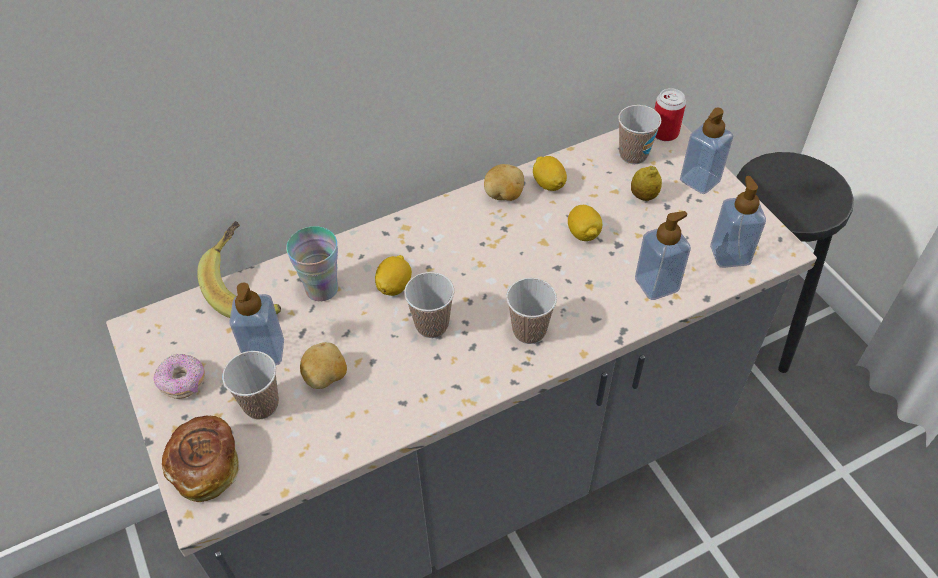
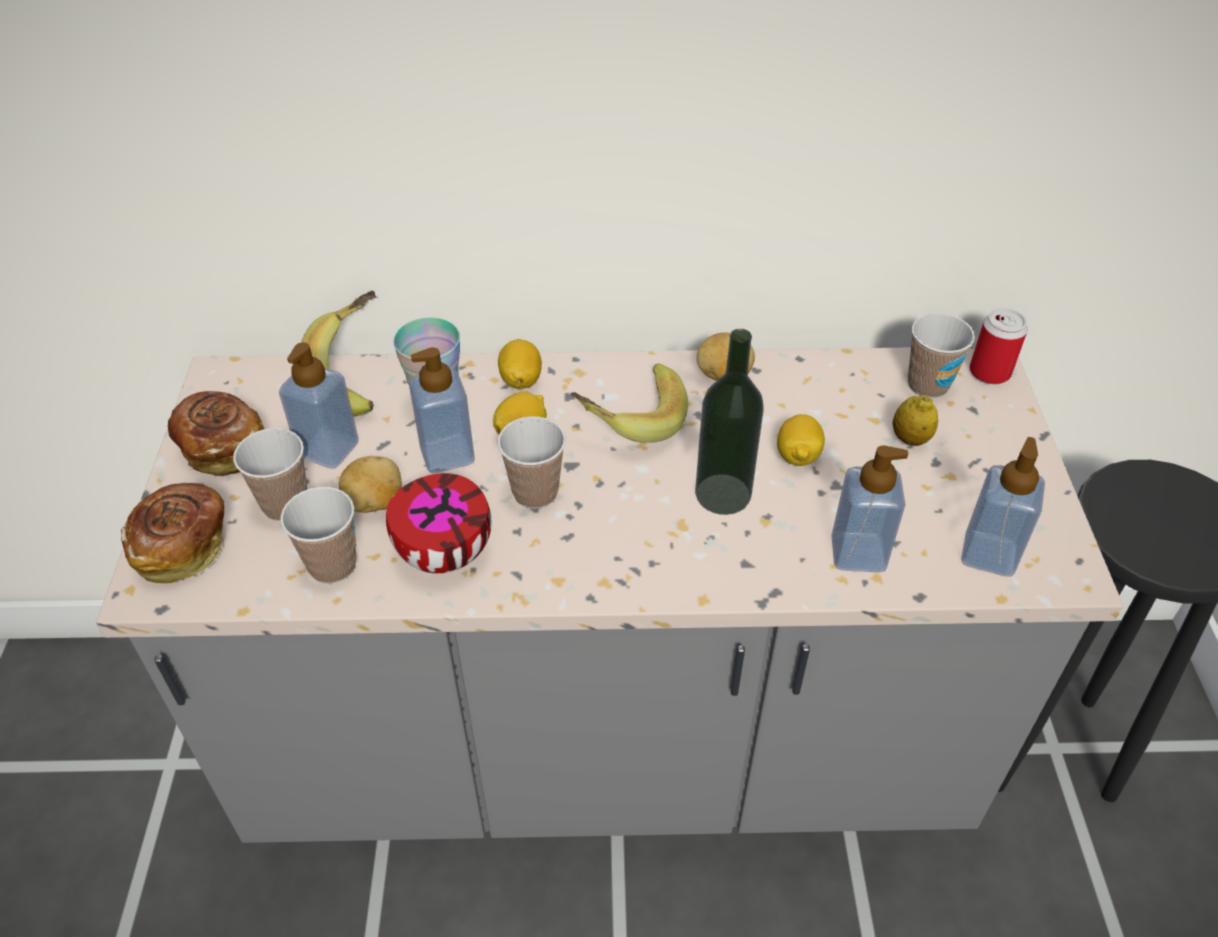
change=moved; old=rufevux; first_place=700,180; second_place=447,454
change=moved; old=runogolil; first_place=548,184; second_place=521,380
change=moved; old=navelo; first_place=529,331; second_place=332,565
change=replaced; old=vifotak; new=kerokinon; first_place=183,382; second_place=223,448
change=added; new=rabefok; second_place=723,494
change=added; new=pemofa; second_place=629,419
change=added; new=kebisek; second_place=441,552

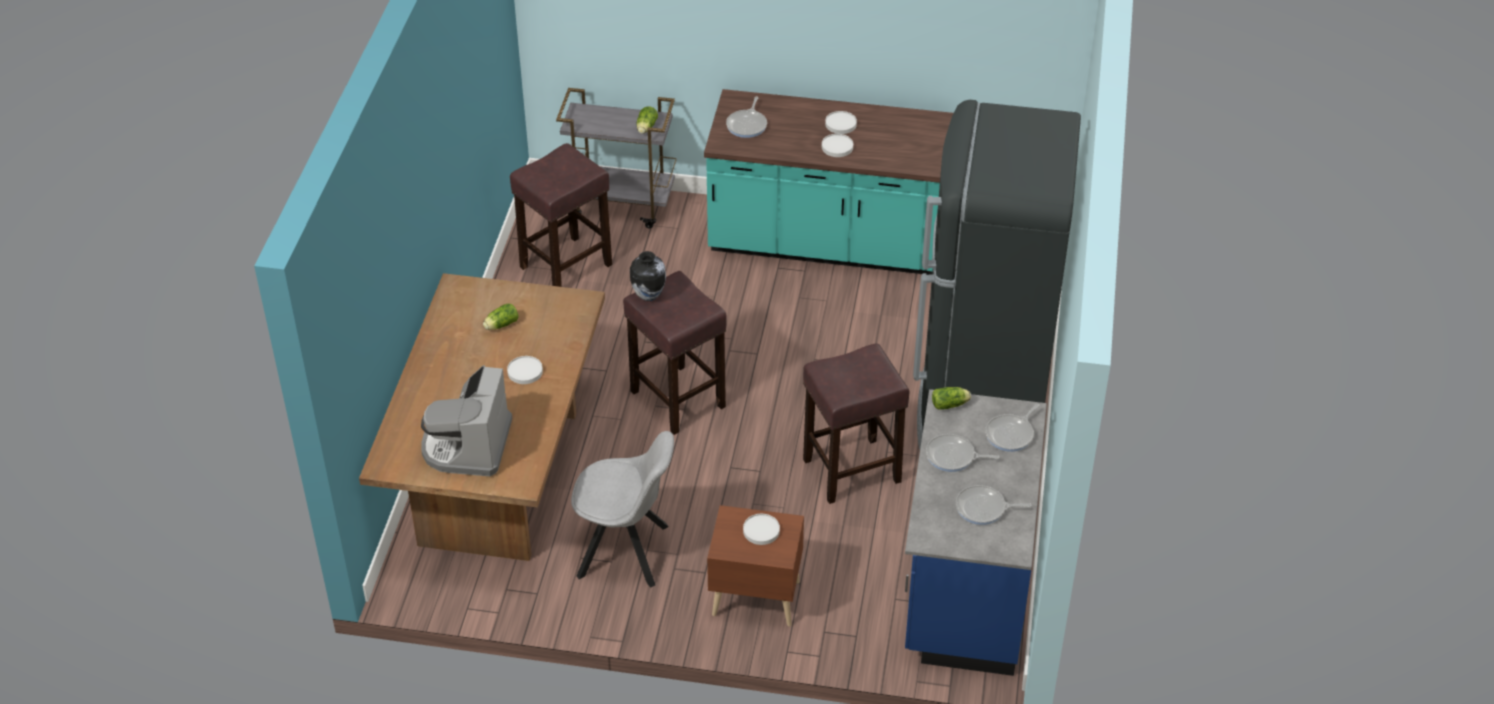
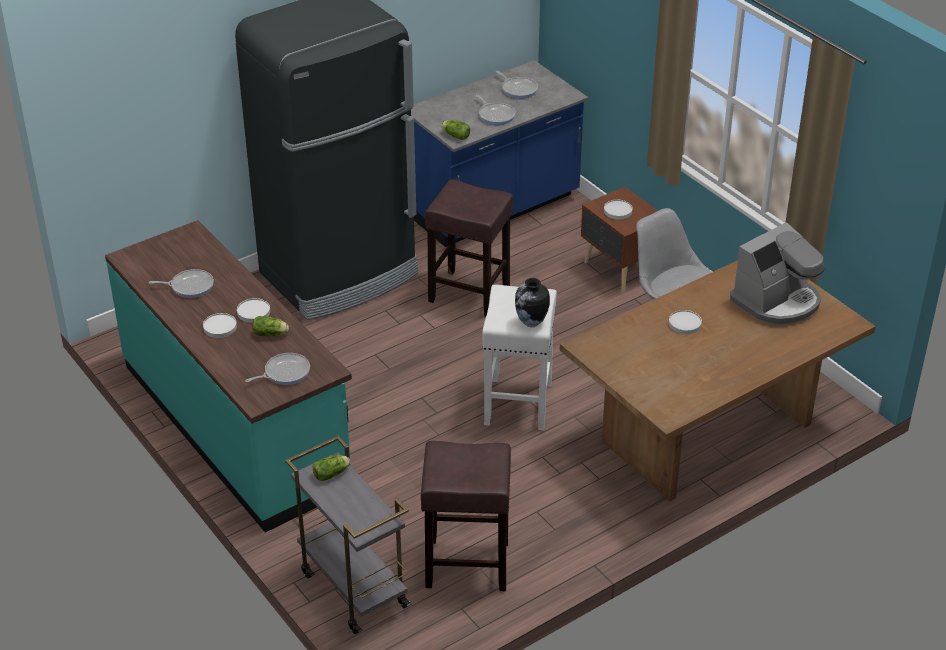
change=recoloured; old=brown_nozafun; new=white_nozafun; first_place=676,398; second_place=518,405
change=moved; old=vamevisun; first_place=500,325; second_place=271,334
change=moved; old=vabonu; first_place=1011,434; second_place=189,286

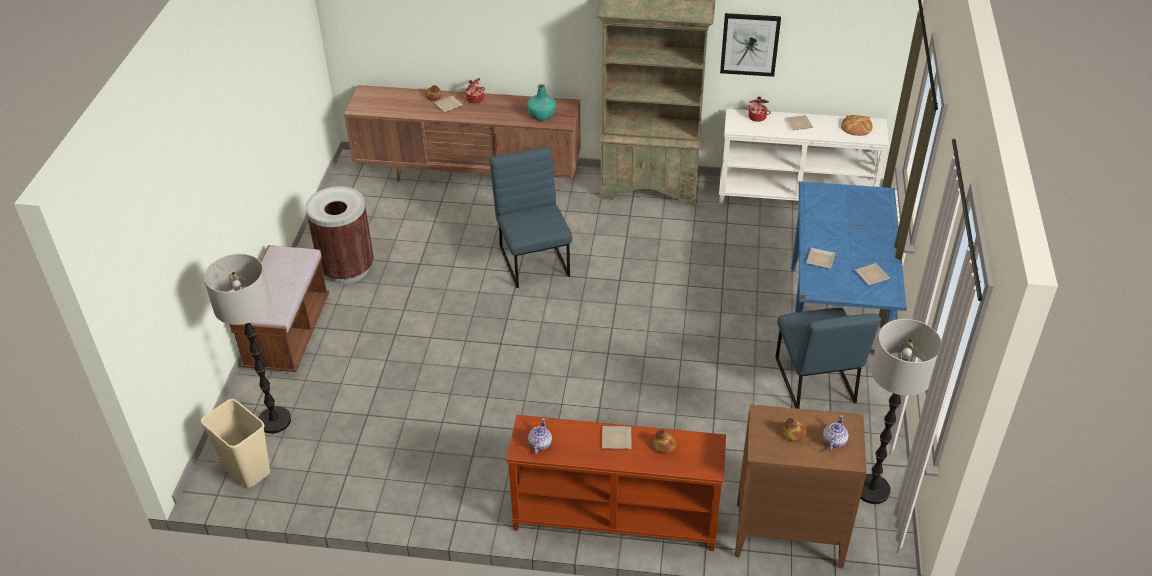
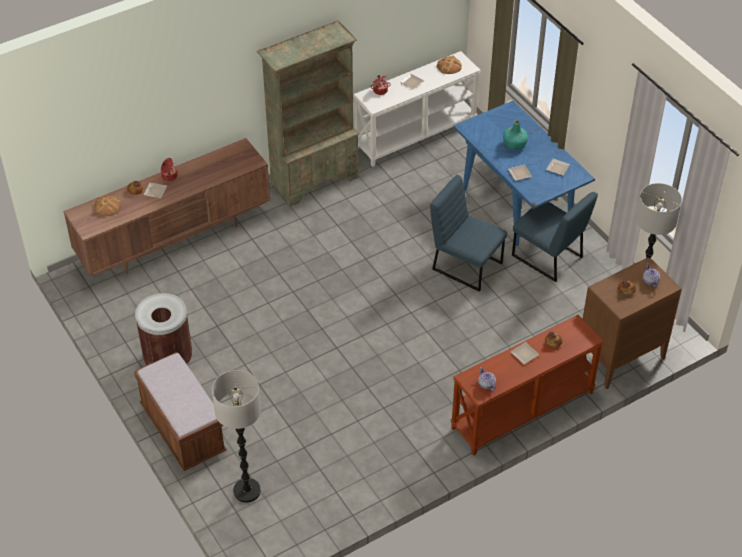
change=removed; old=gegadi; first_place=749,44
change=moved; old=turquoise_rabefok; first_place=542,115; second_place=515,144
change=moved; old=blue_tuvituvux; first_place=534,259; second_place=465,265
change=removed; old=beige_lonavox; first_place=248,470
change=added; new=kerokinon; second_place=107,206

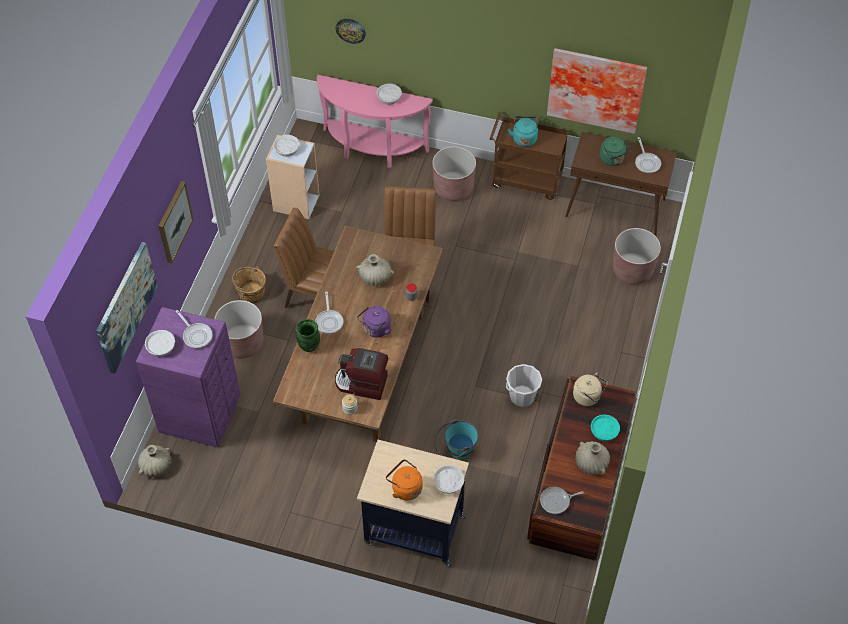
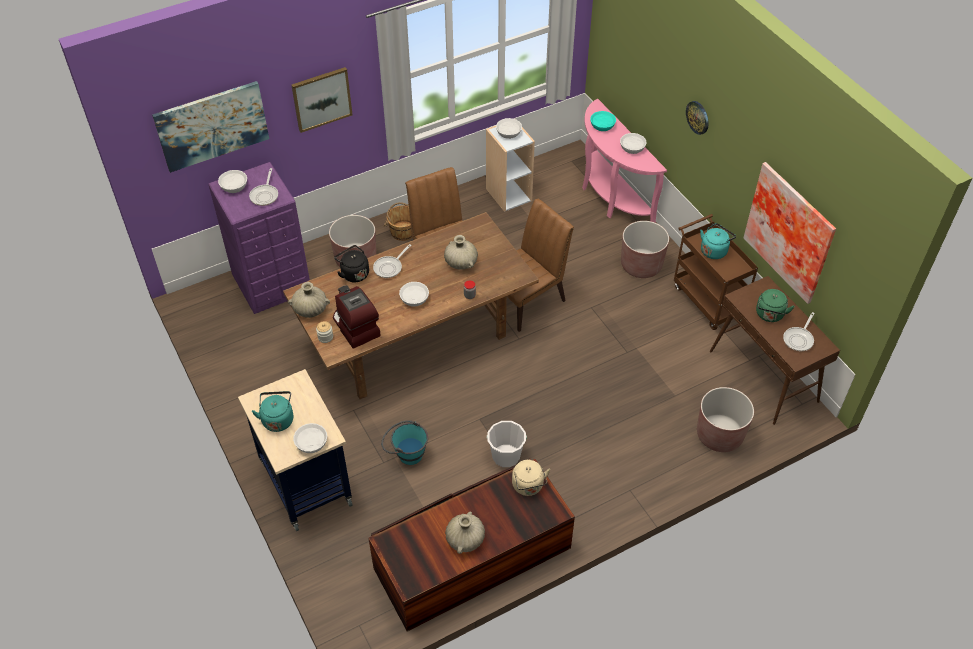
change=moved; old=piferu; first_place=350,30; second_place=698,117
change=replaced; old=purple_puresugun; new=white_kebisek; first_place=375,329; second_place=414,298
change=replaced; old=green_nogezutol; new=black_puresugun; first_place=309,346; second_place=353,273
change=moved; old=turquoise_kebisek; first_place=604,431; second_place=602,125
change=moved; old=beige_nogezutol; first_place=156,466; second_place=310,309
change=recoloured; old=orange_puresugun; new=turquoise_puresugun; first_place=405,488; second_place=277,419
change=removed; old=vabonu; first_place=556,501

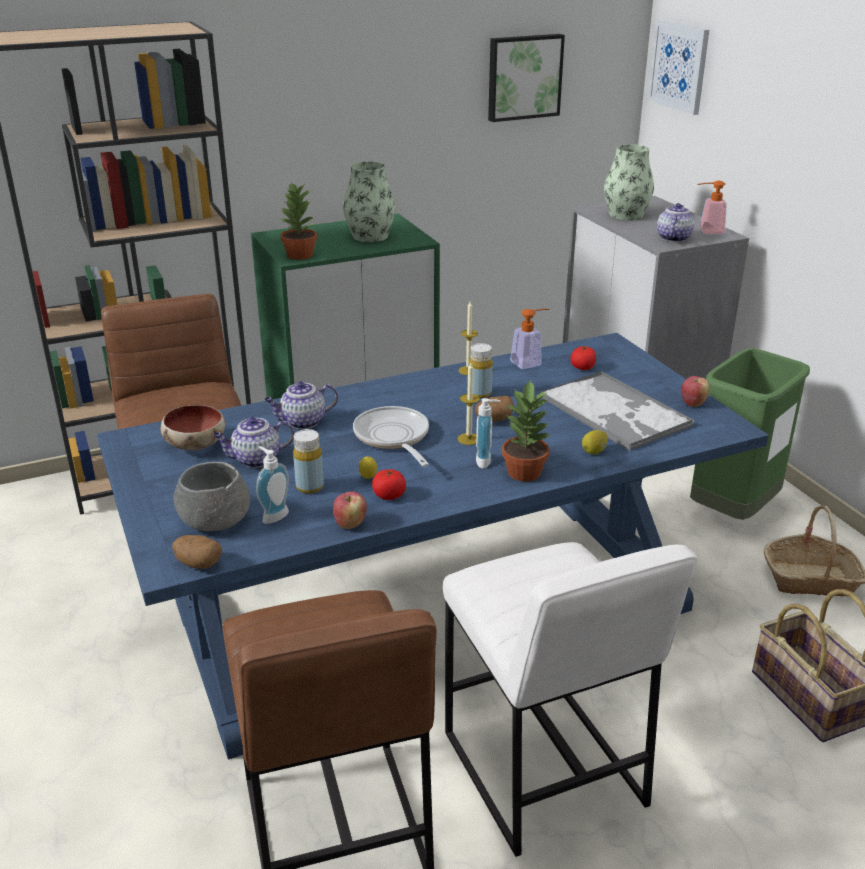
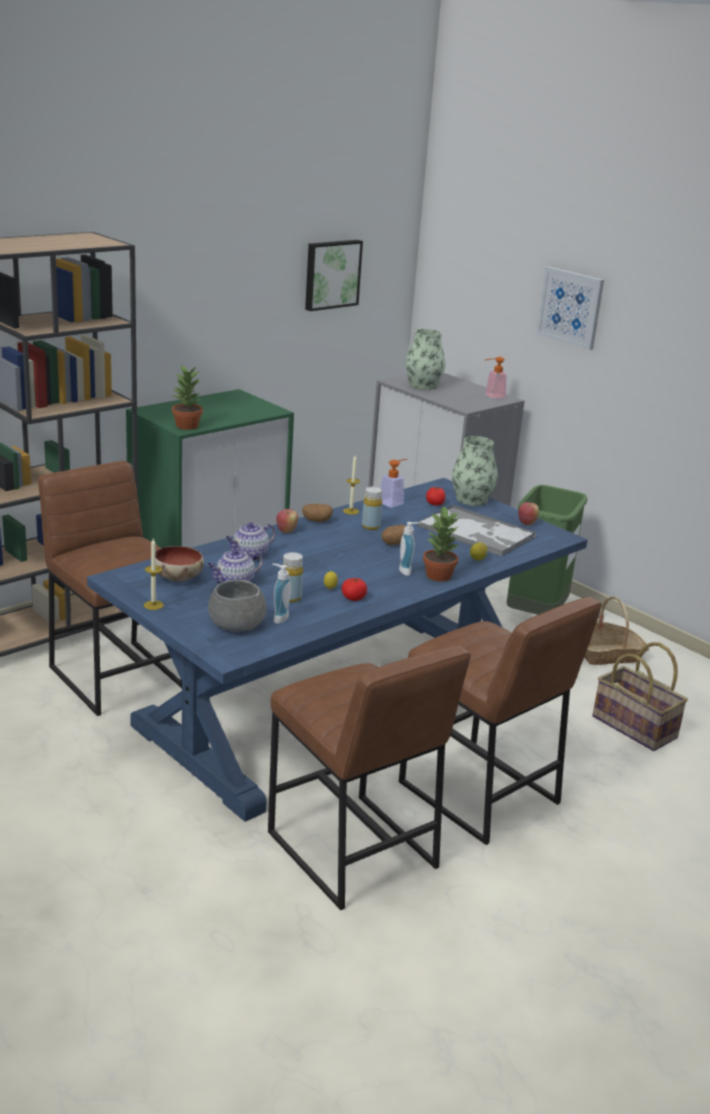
change=moved; old=gegadi; first_place=679,66; second_place=570,307
change=moved; old=nogezutol; first_place=370,236; second_place=471,499
change=removed; old=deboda; first_place=673,238
change=moved; old=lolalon; first_place=469,439; second_place=153,605
change=removed; old=vabonu; first_place=393,438
change=moved; old=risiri; first_place=350,524; second_place=286,530
change=moved; old=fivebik; first_place=198,564; second_place=316,521
change=recoloured; old=white_tuvituvux; new=brown_tuvituvux; first_place=545,770; second_place=480,794

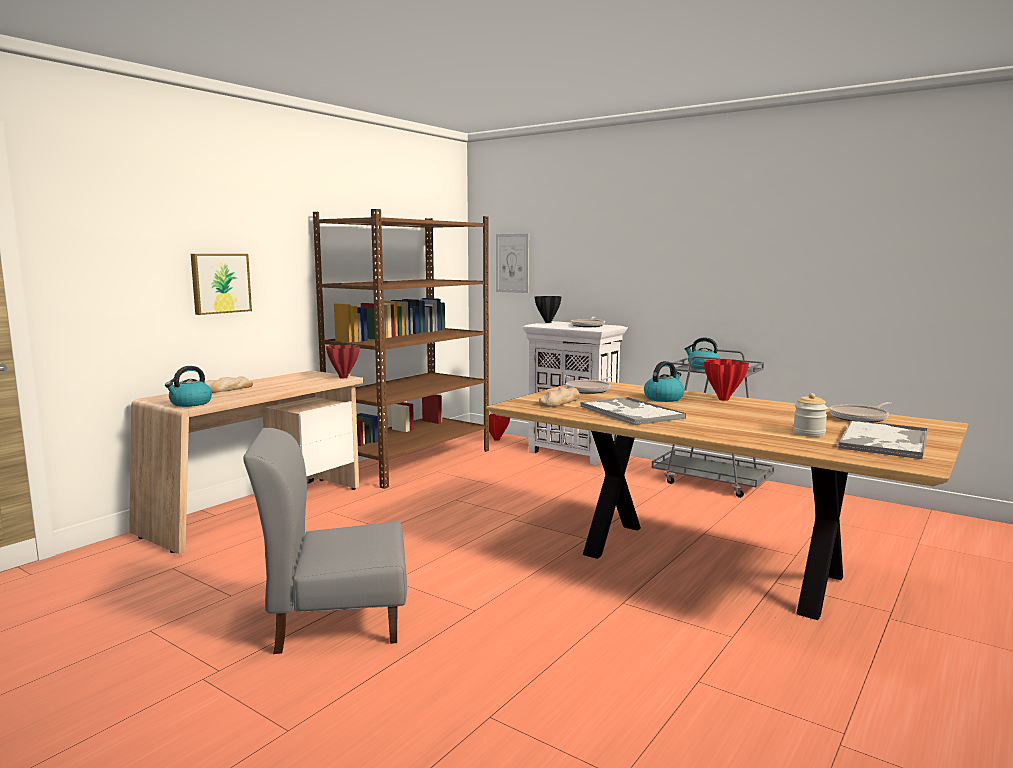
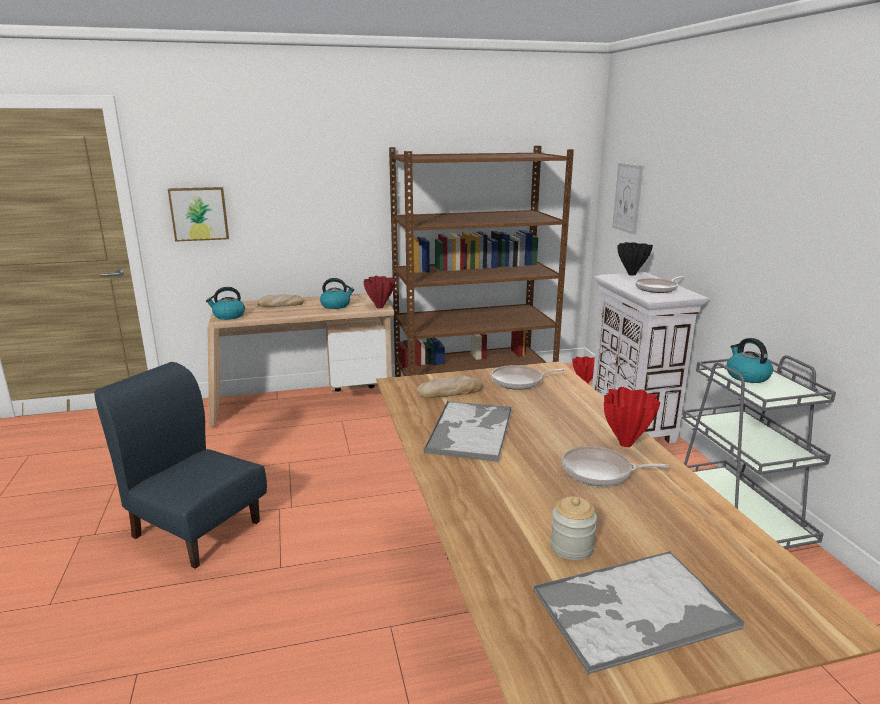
change=moved; old=gegadi; first_place=220,283; second_place=199,213
change=moved; old=puresugun; first_place=663,398; second_place=336,305
change=moved; old=vabonu; first_place=860,417; second_place=600,472
change=recoloured; old=grey_tuvituvux; new=blue_tuvituvux; first_place=336,621; second_place=196,528

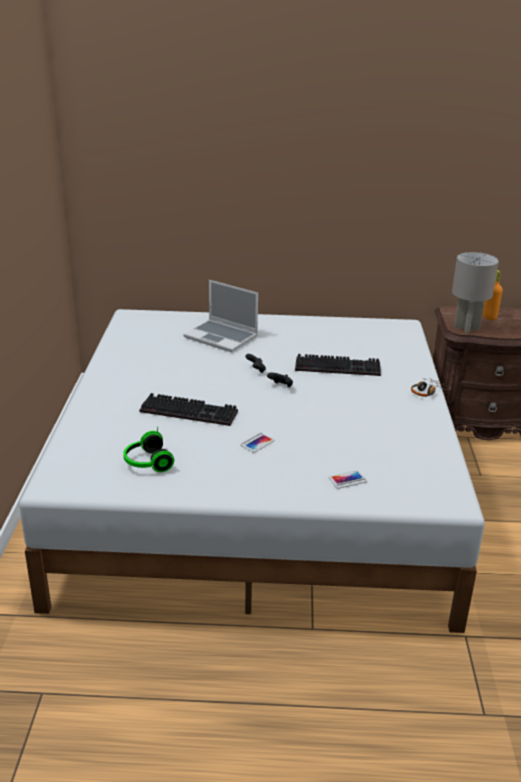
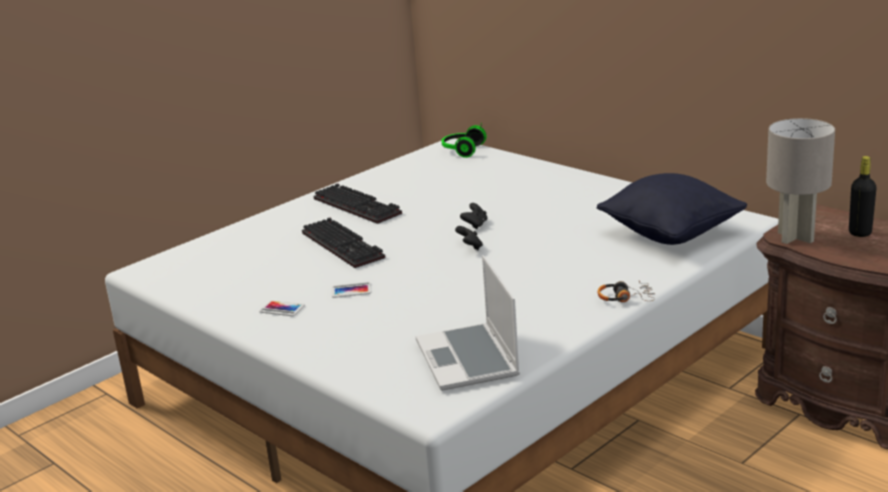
change=recoloured; old=orange_rabefok; new=black_rabefok; first_place=489,317; second_place=860,233
change=moved; old=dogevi; first_place=222,337; second_place=469,359
change=moved; old=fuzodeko; first_place=339,367; second_place=359,206
change=moved; old=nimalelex; first_place=147,463; second_place=462,150
change=moved; old=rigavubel; first_place=347,479; second_place=282,309
change=added; new=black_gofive; second_place=671,234

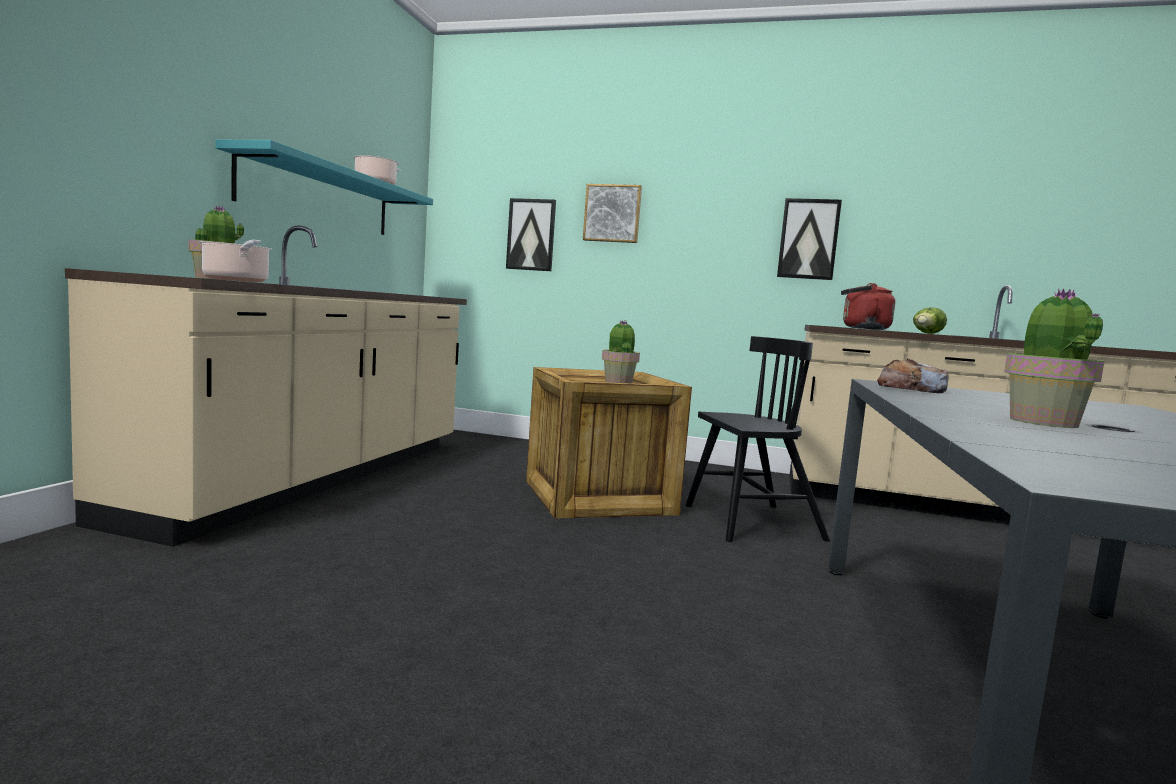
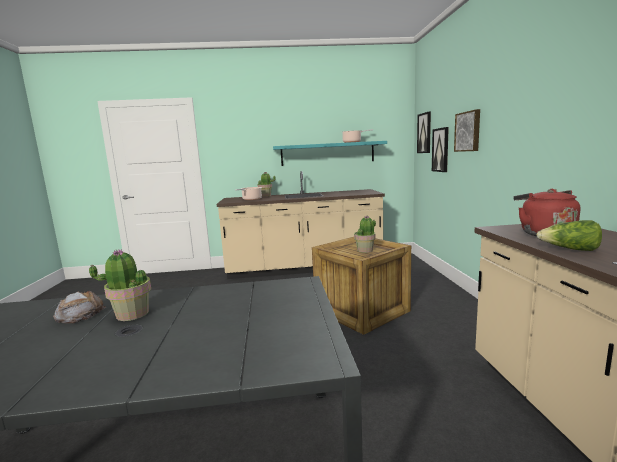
change=moved; old=gegadi; first_place=808,239; second_place=424,133
change=removed; old=black_tuvituvux; first_place=745,522
change=moved; old=kerokinon; first_place=911,389; second_place=80,314

